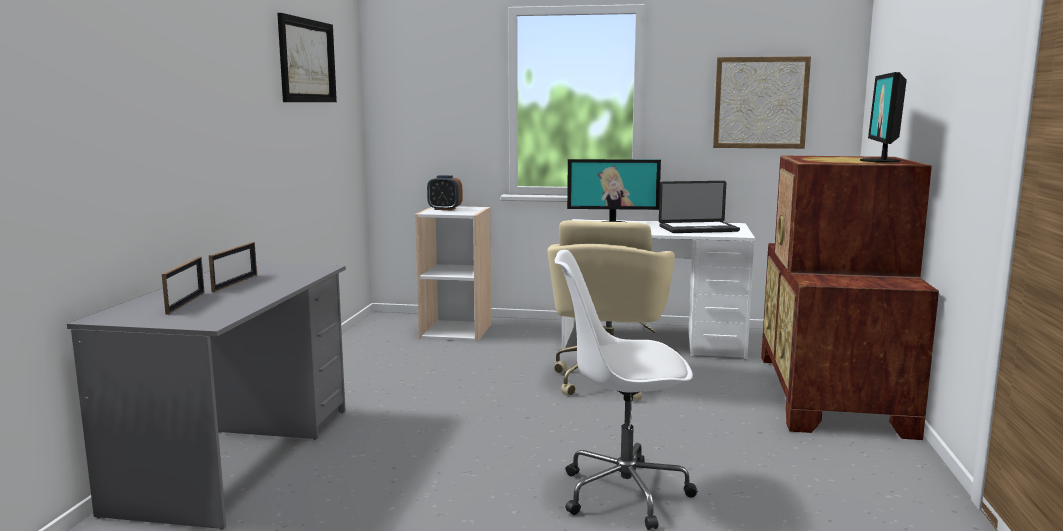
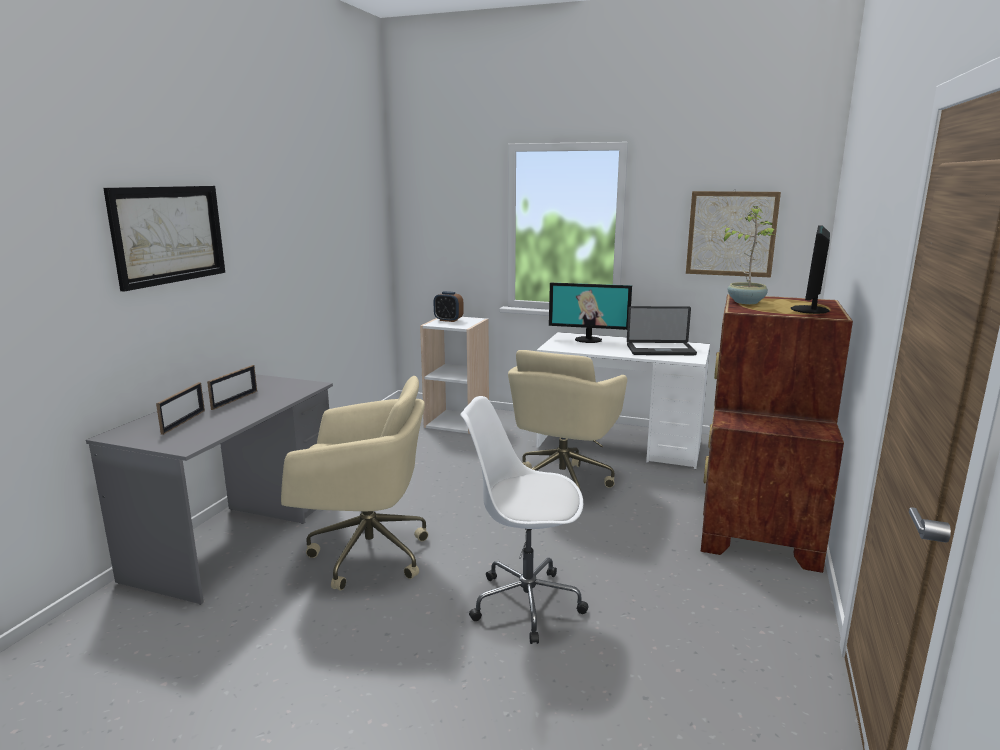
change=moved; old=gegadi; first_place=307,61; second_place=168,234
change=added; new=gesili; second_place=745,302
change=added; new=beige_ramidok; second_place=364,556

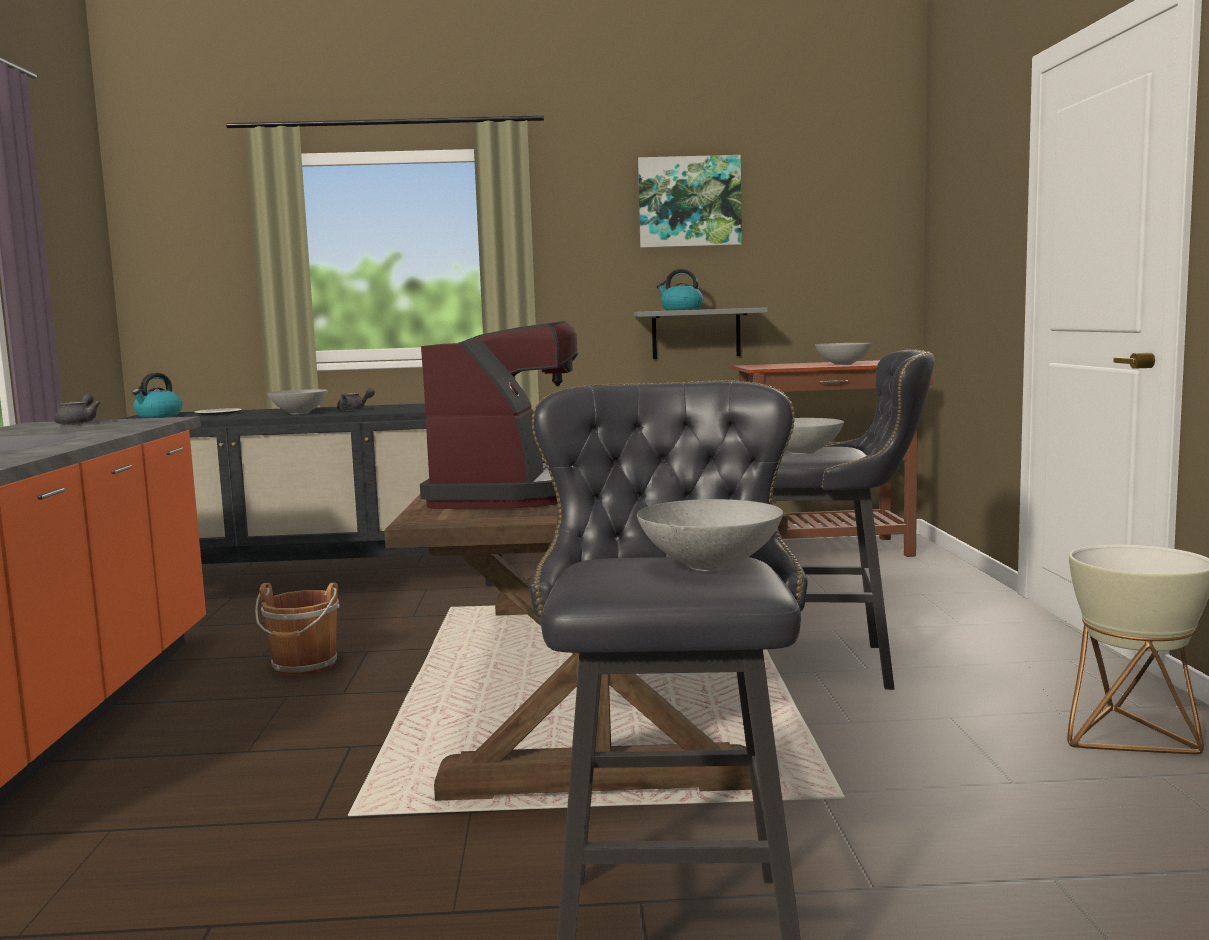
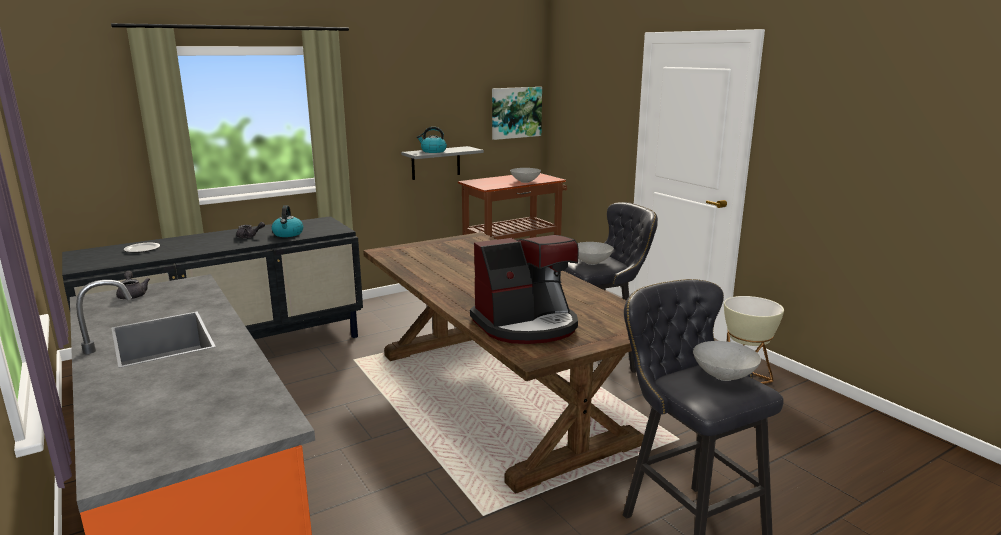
change=moved; old=gegadi; first_place=689,202; second_place=516,112
change=turned; old=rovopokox; first_place=515,494; second_place=527,325; degrees=90
change=moved; old=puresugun; first_place=158,415; second_place=288,234
change=removed; old=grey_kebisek; first_place=299,413
change=removed; old=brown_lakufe; first_place=304,666

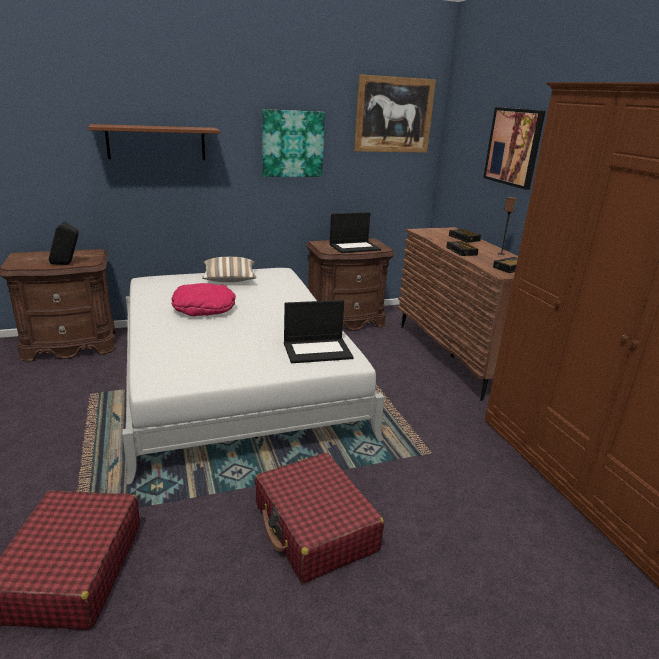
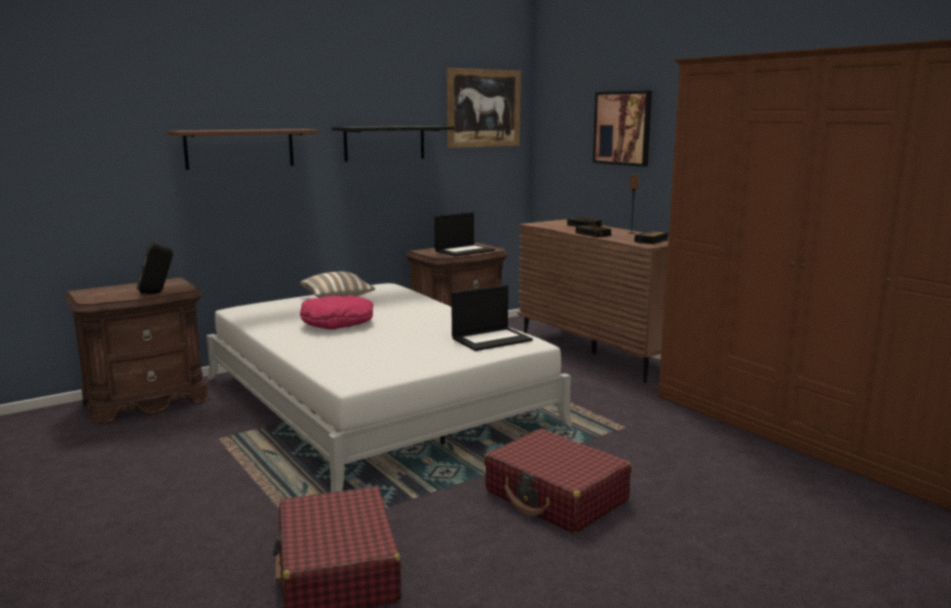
change=replaced; old=gegadi; new=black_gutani; first_place=292,144; second_place=384,143

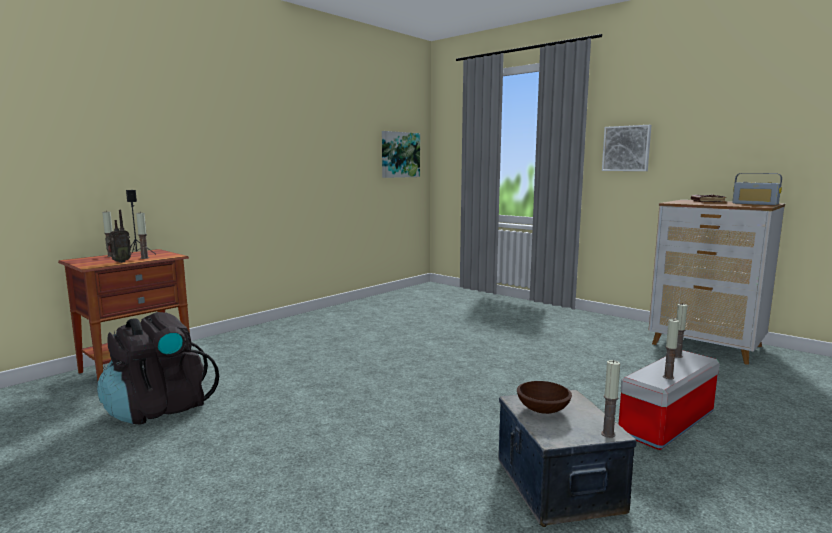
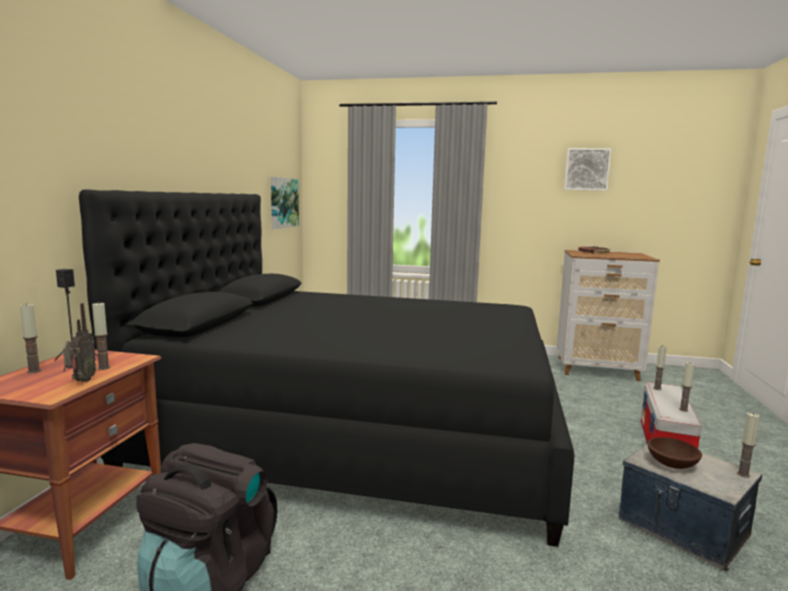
change=moved; old=gegadi; first_place=626,148; second_place=586,169
change=removed; old=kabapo; first_place=755,204
change=added; new=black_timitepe; second_place=359,432

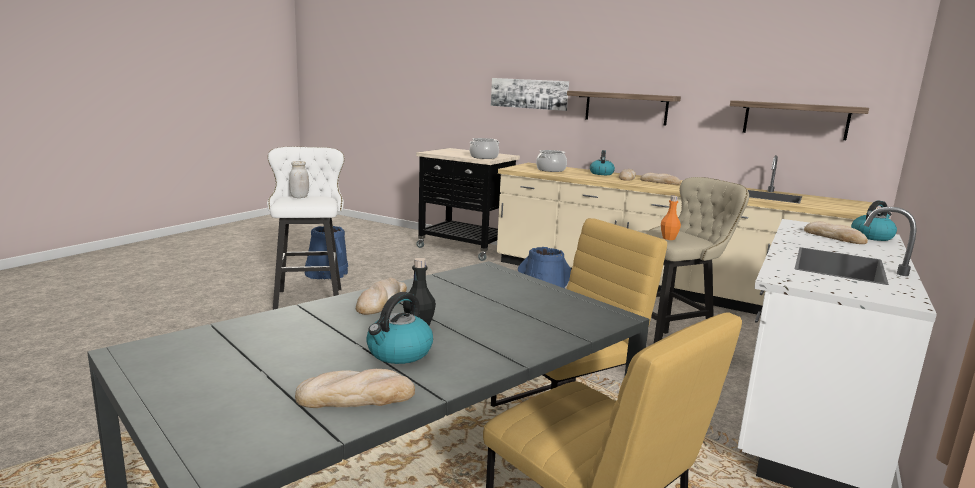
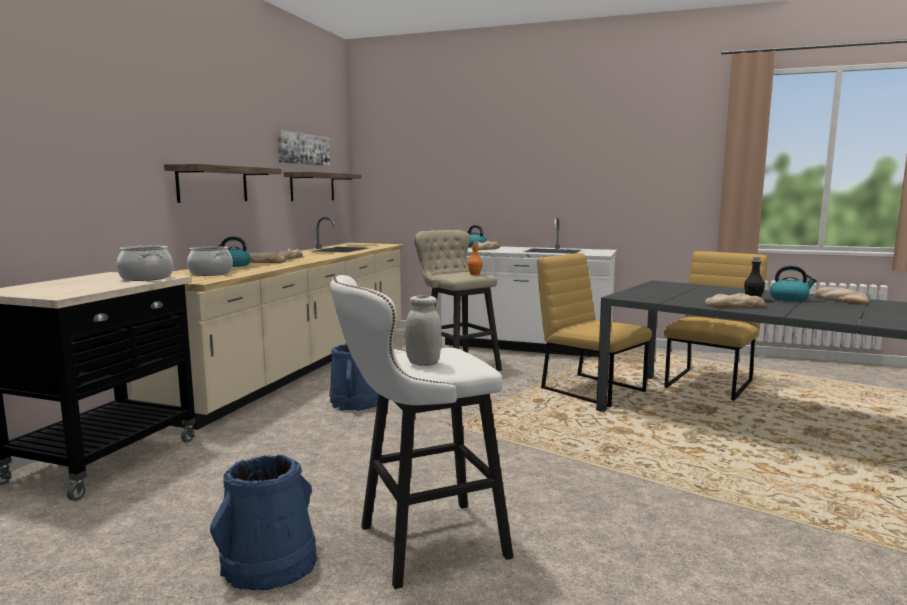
change=moved; old=gegadi; first_place=529,93; second_place=303,149

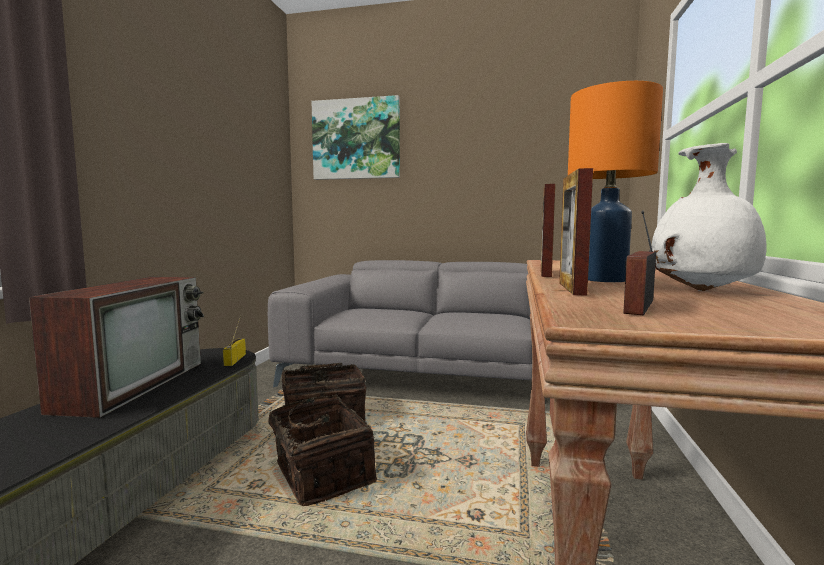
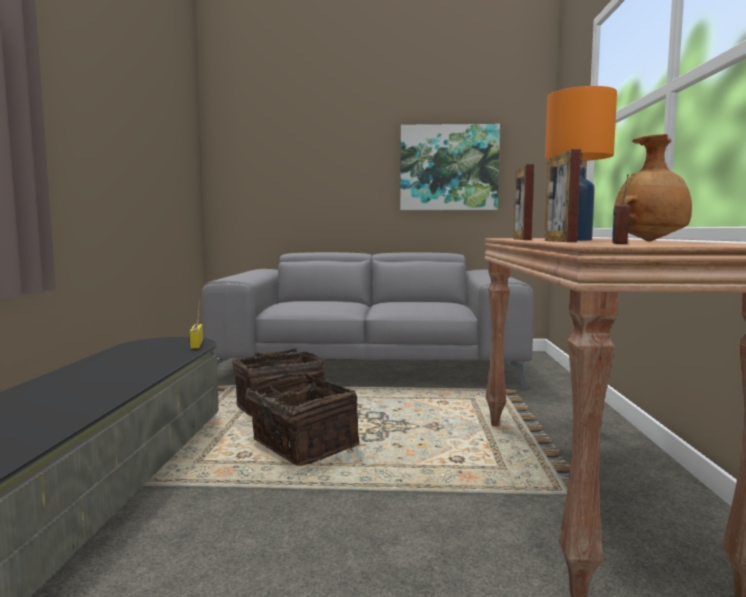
change=moved; old=gegadi; first_place=356,139; second_place=448,168
change=recoloured; old=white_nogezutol; new=brown_nogezutol; first_place=704,291; second_place=651,241
change=removed; old=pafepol; first_place=134,384

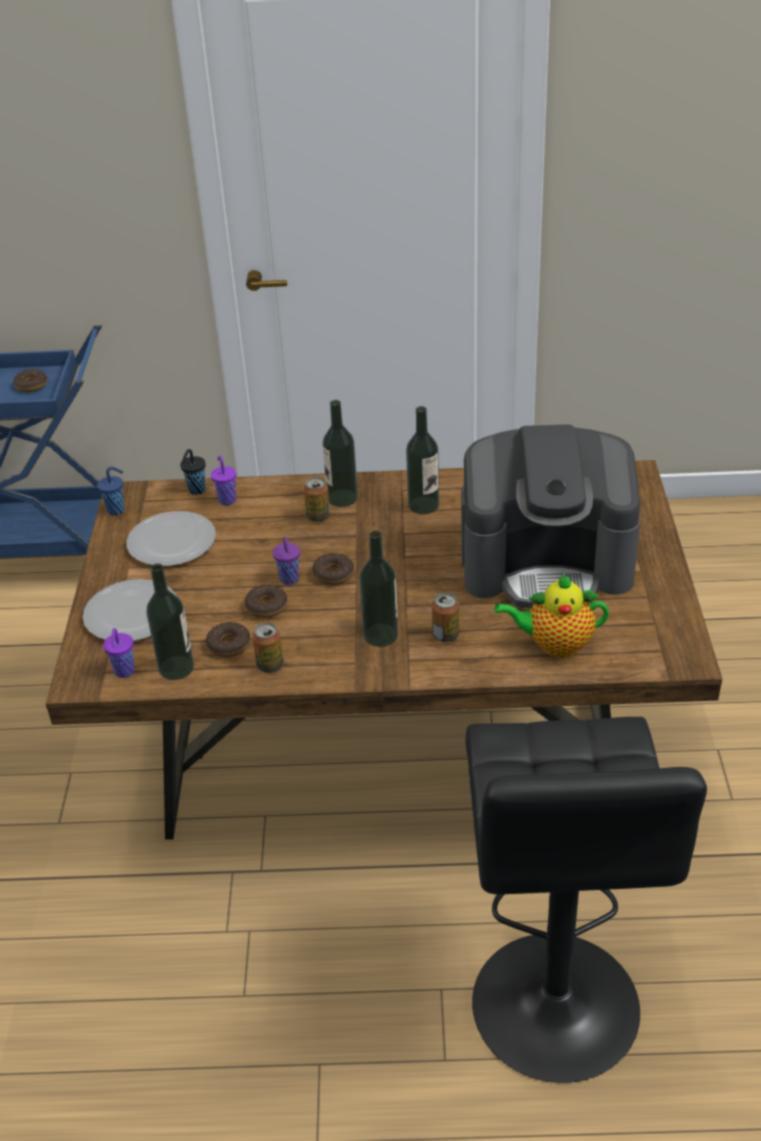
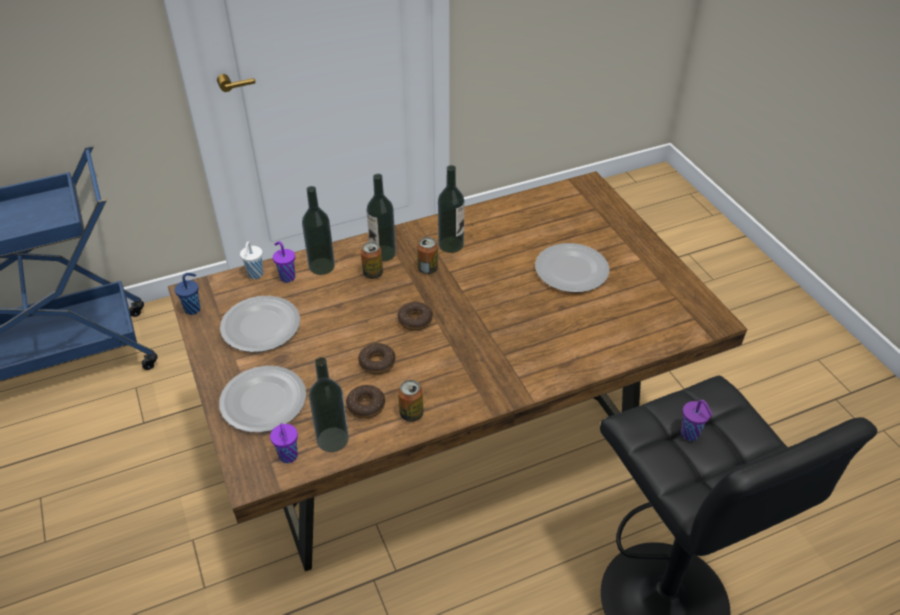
change=removed; old=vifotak; first_place=31,385
change=replaced; old=rovopokox; new=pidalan; first_place=547,563; second_place=572,269
change=recoloured; old=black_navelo; new=white_navelo; first_place=196,491; second_place=255,275
change=moved; old=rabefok; first_place=380,635; second_place=321,266
change=moved; old=purple_navelo; first_place=289,580; second_place=690,434
change=removed; old=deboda; first_place=555,644
change=moved; old=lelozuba; first_place=445,635; second_place=428,269

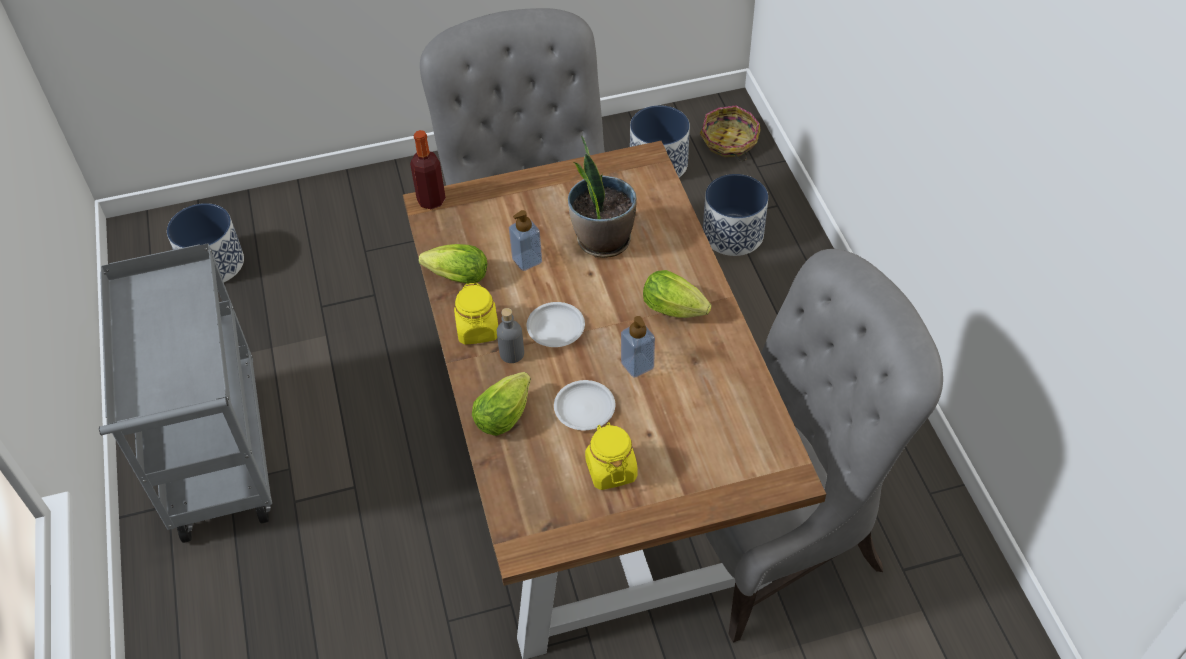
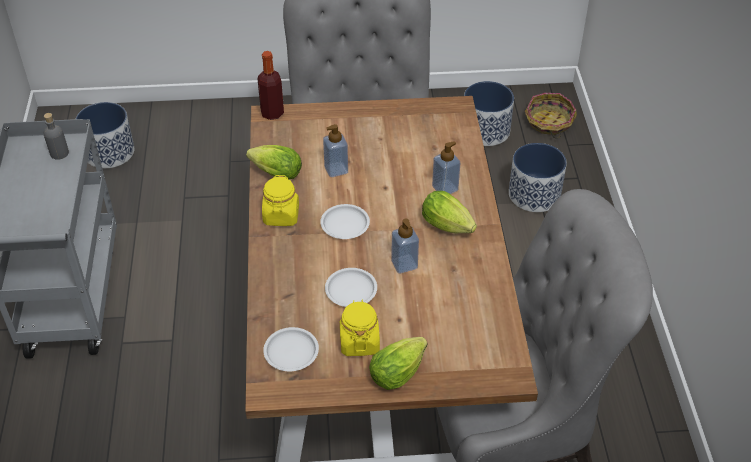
change=removed; old=gesili; first_place=602,240
change=moved; old=grey_rabefok; first_place=512,353; second_place=59,153
change=moved; old=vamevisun; first_place=506,413; second_place=400,371
change=added; new=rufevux; second_place=445,188
change=added; new=white_pidalan; second_place=291,352

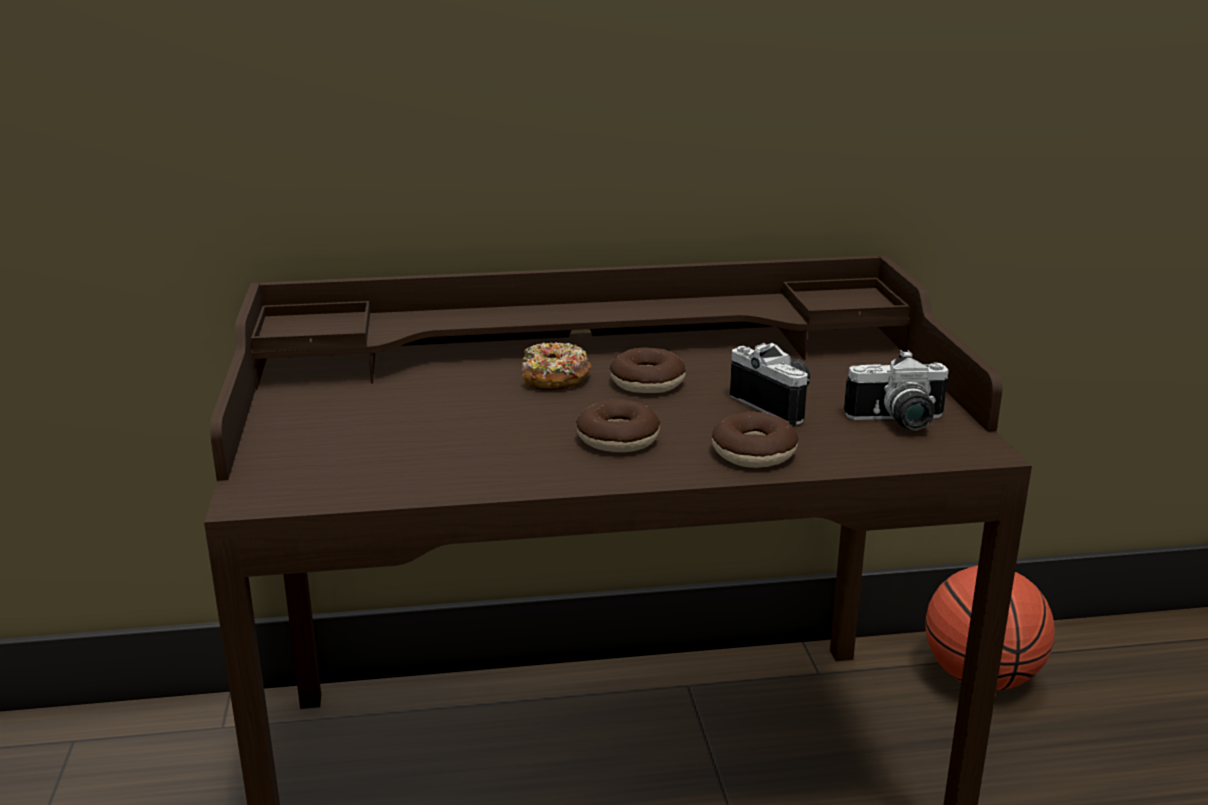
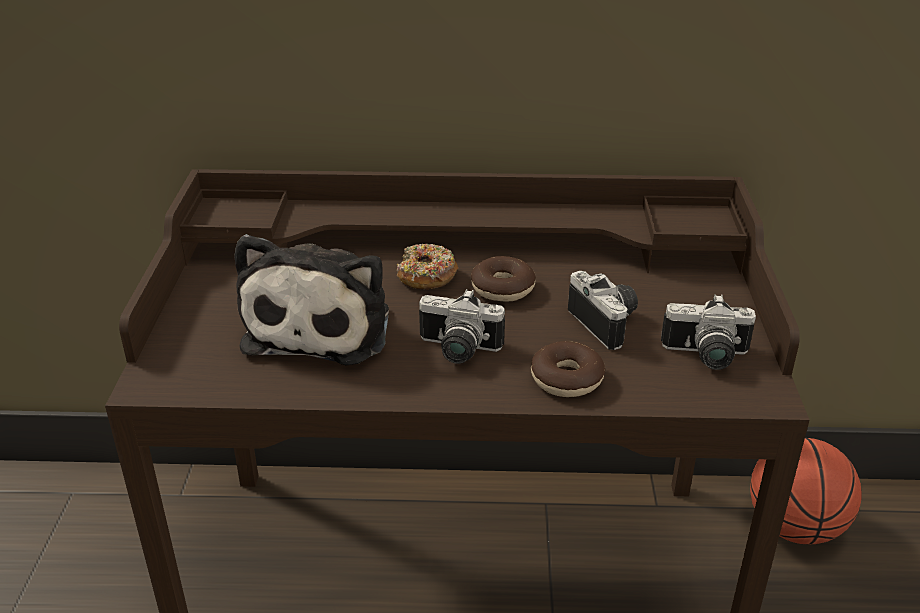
change=replaced; old=vifotak; new=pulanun; first_place=618,439; second_place=457,350
change=added; new=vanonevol; second_place=322,325

